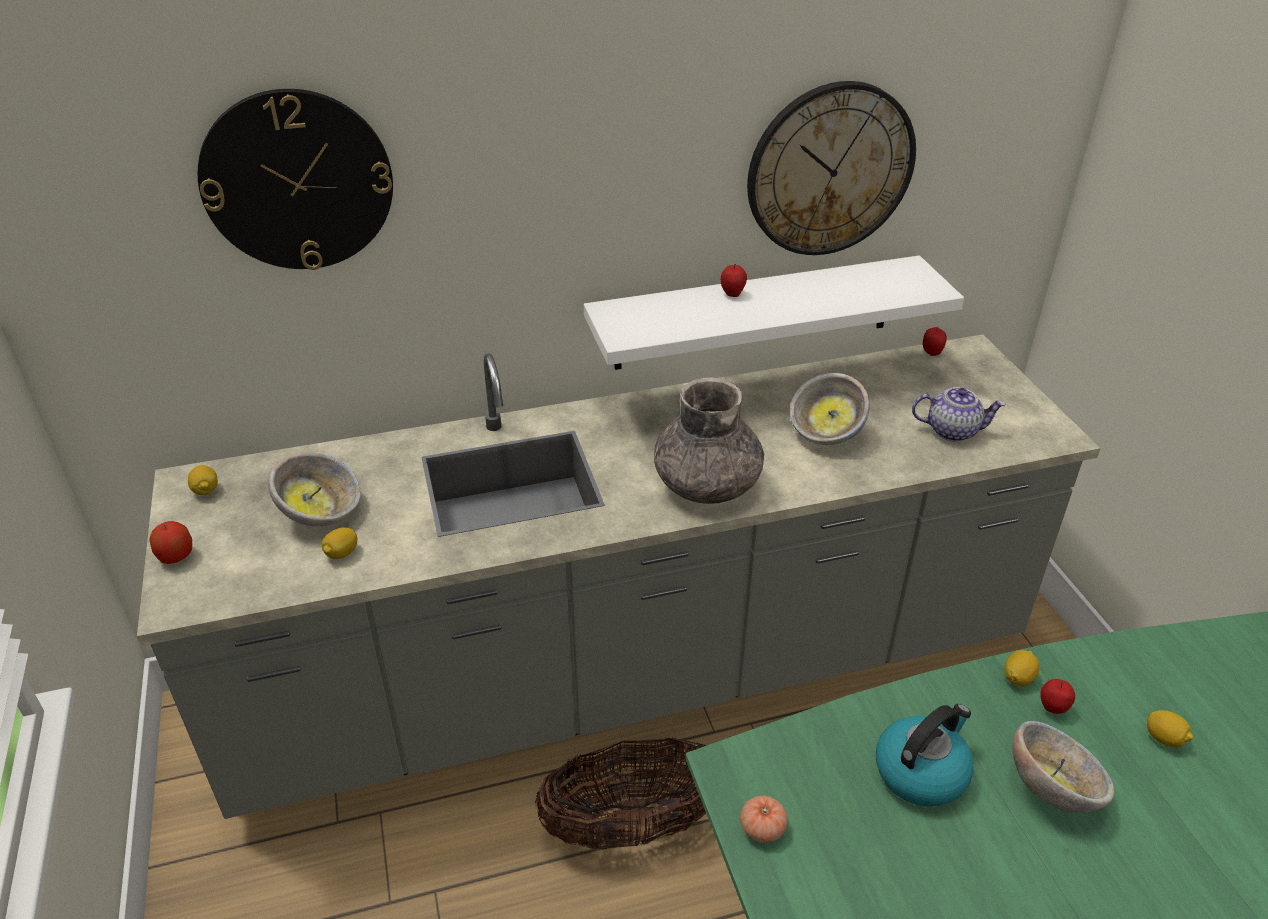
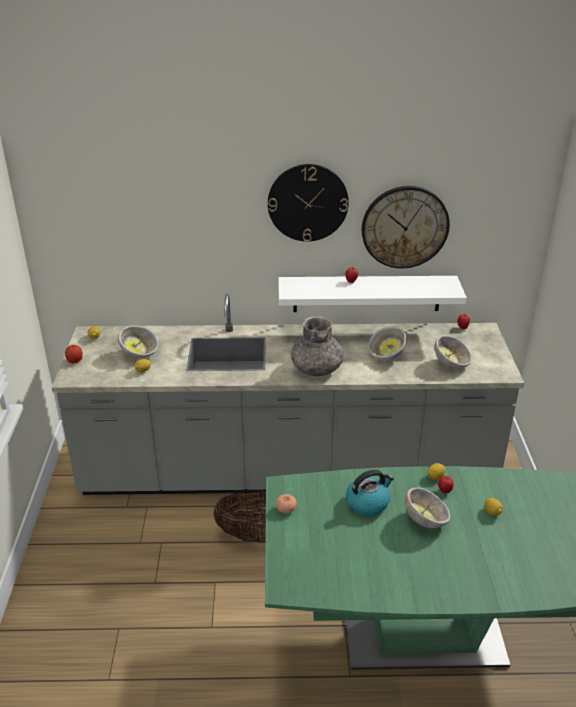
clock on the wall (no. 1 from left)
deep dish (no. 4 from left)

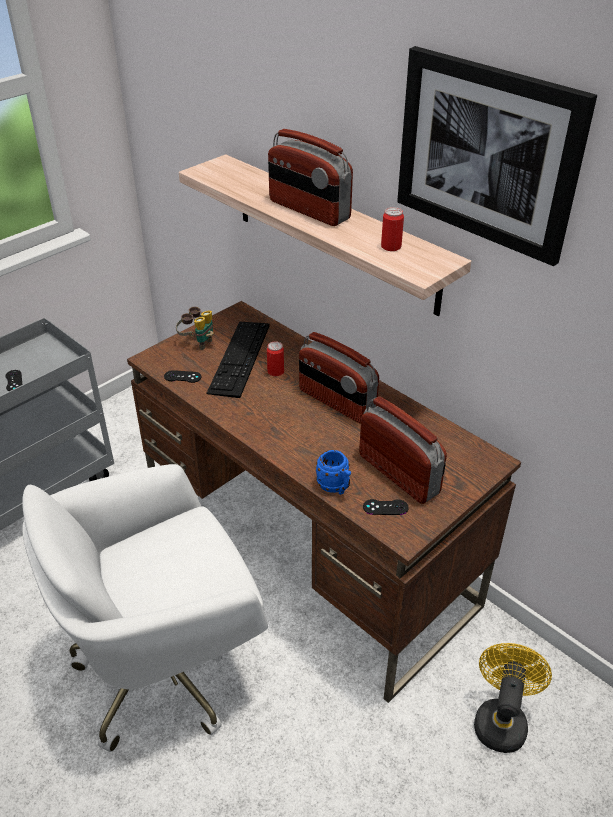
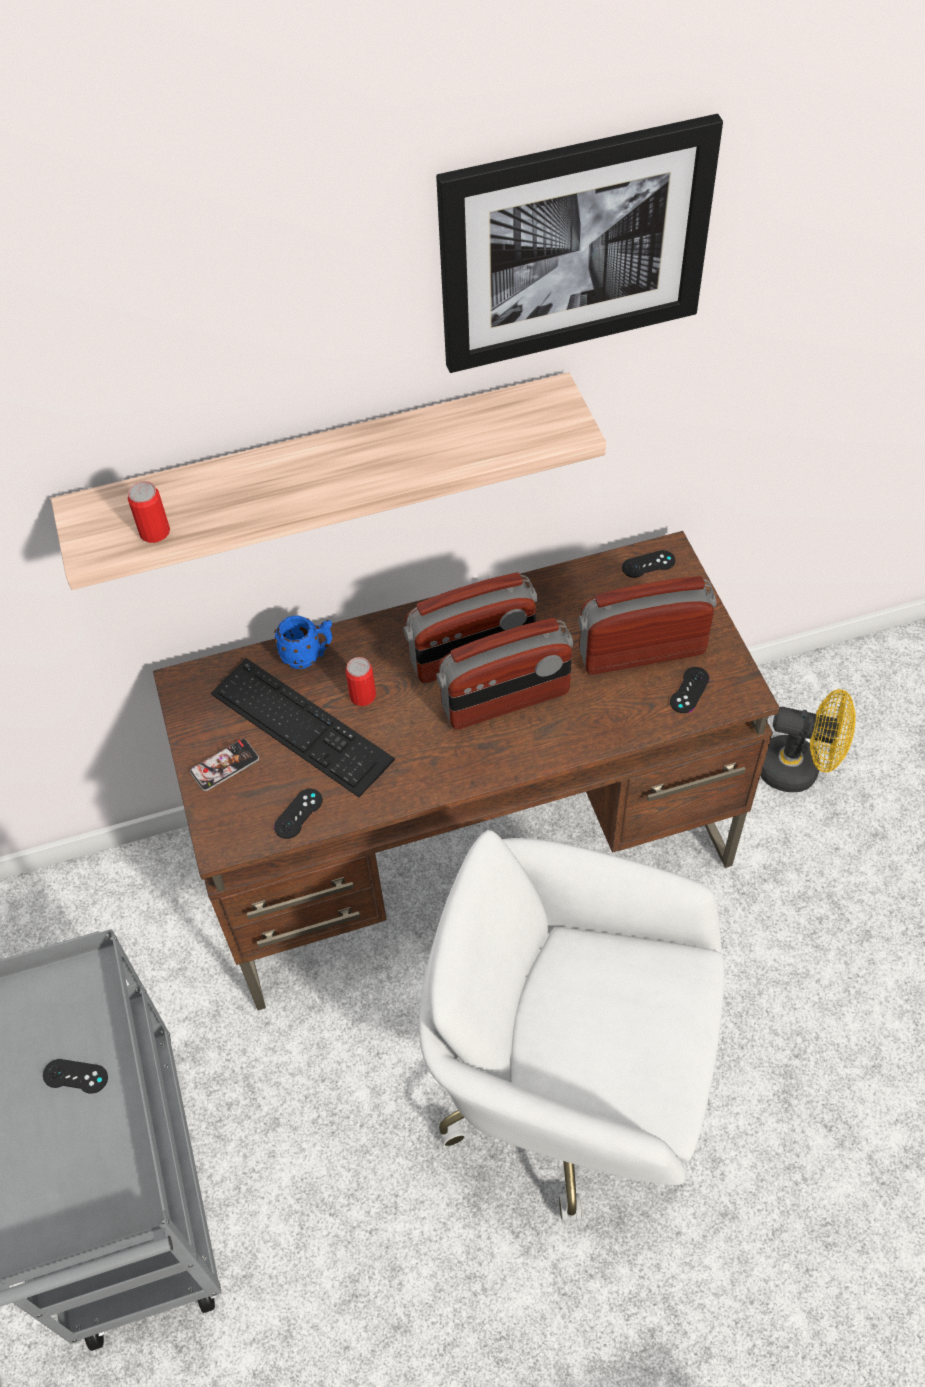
office chair (whitish)
telephone
radio set (no. 2 from left)
mug (blue)
can (no. 1 from left)
cooling fan (yellowish)
joypad (blackish) (no. 3 from left)

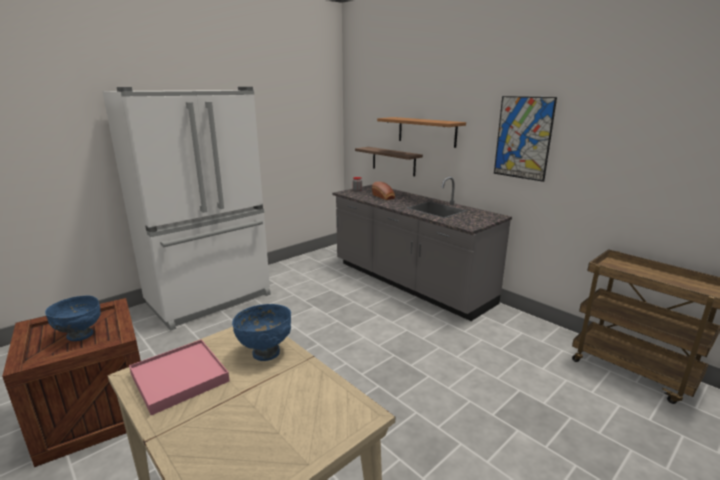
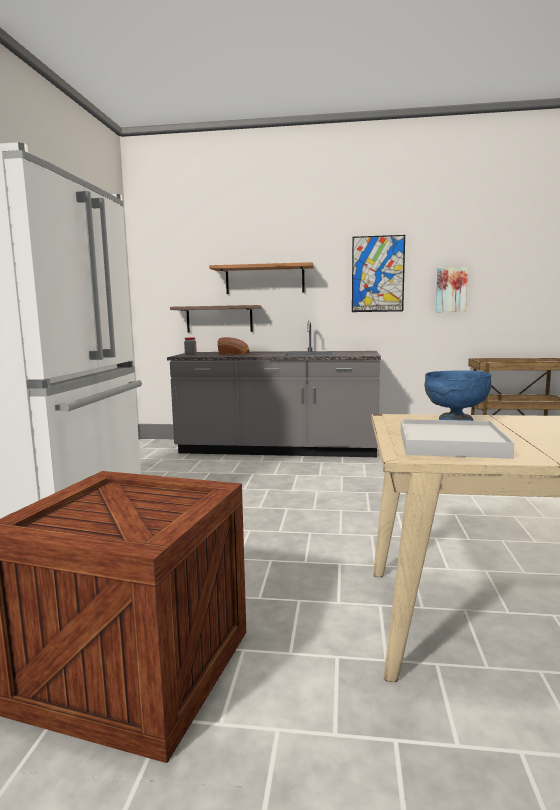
deep dish (blue) (no. 1 from left in the first image)
carrying tray (whitish)
wall art (no. 2 from left)

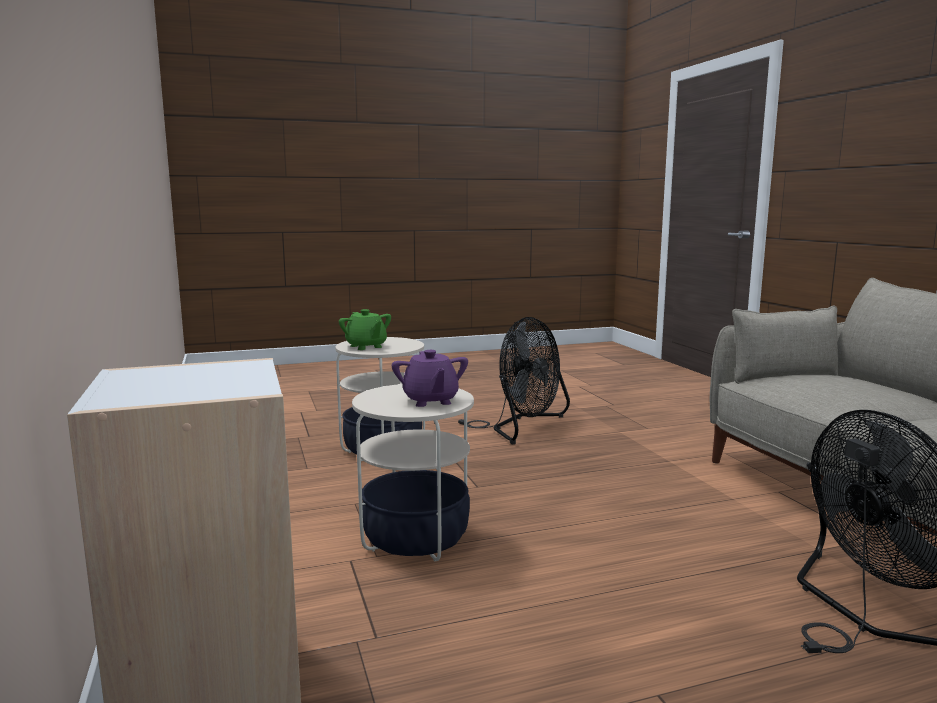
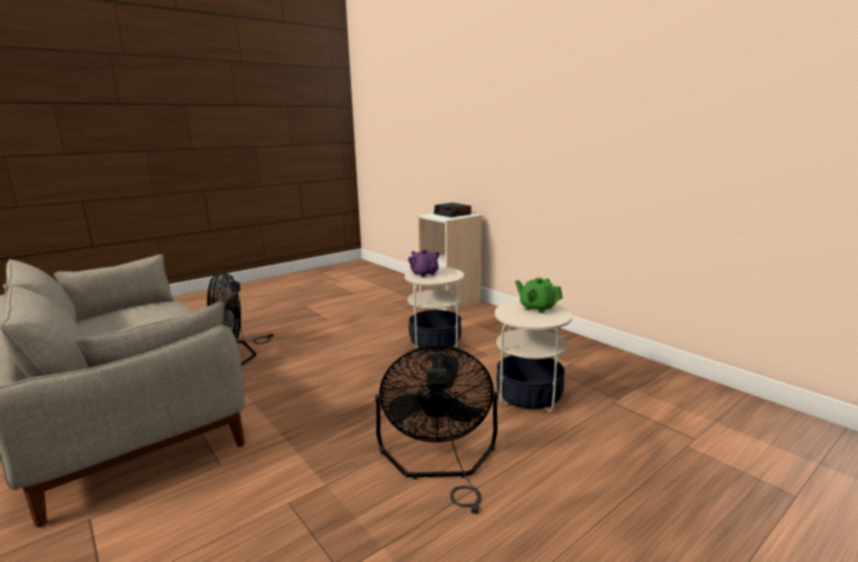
cooling fan (blackish) (no. 2 from left)
table clock

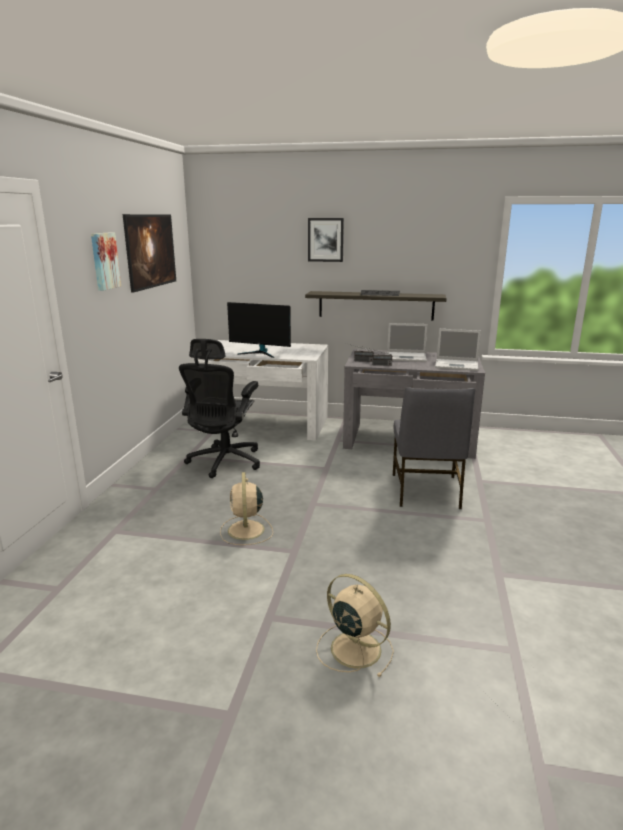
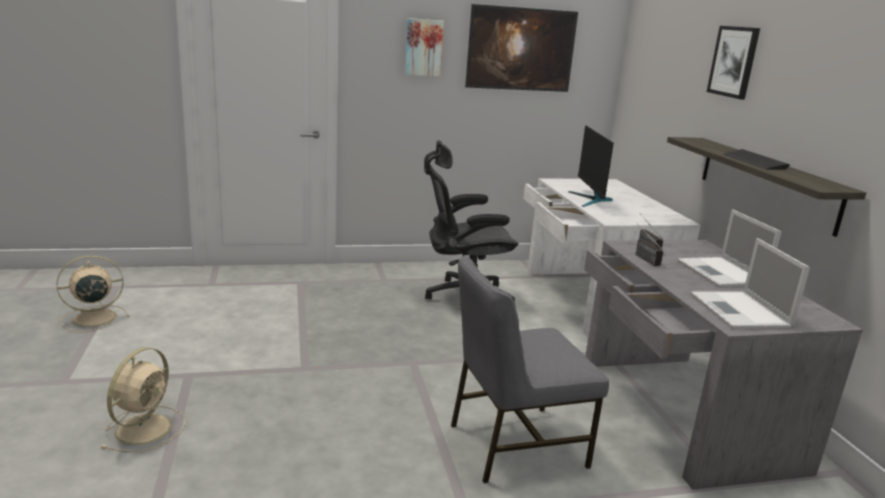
cooling fan (beige-coloured) (no. 1 from left)

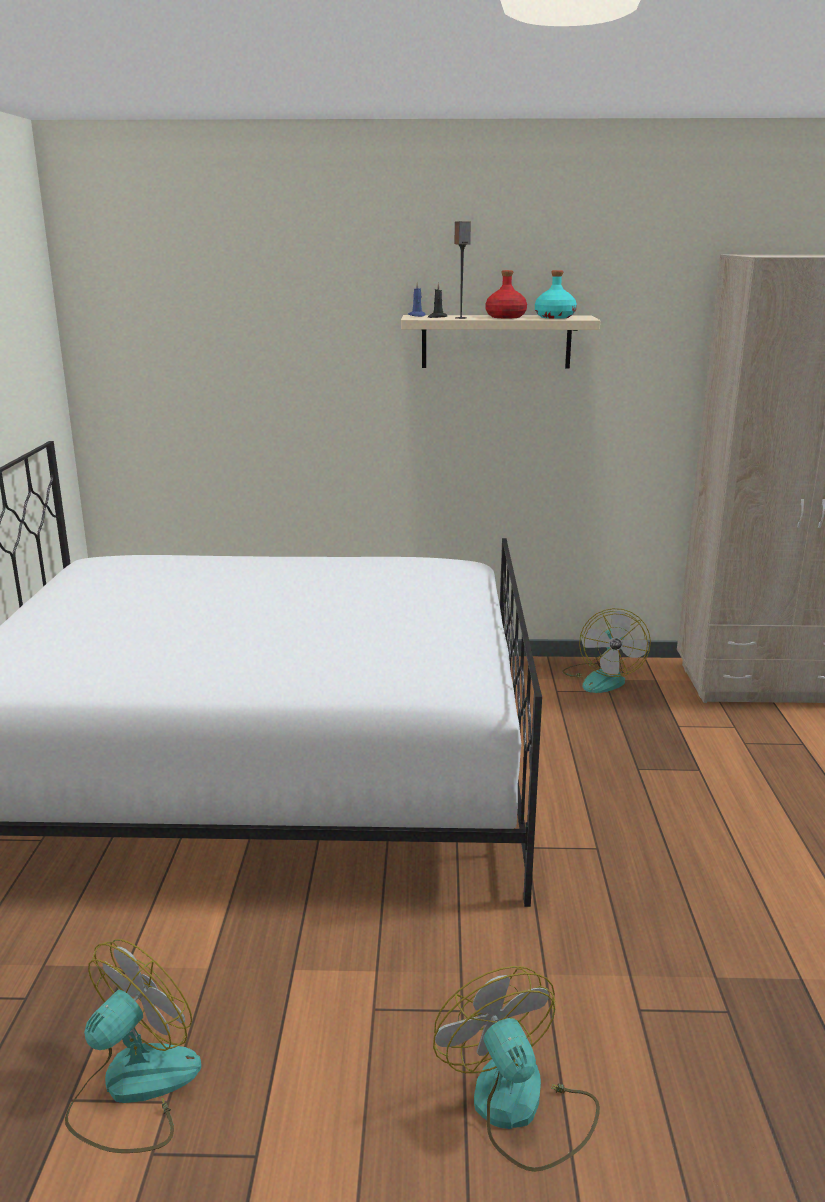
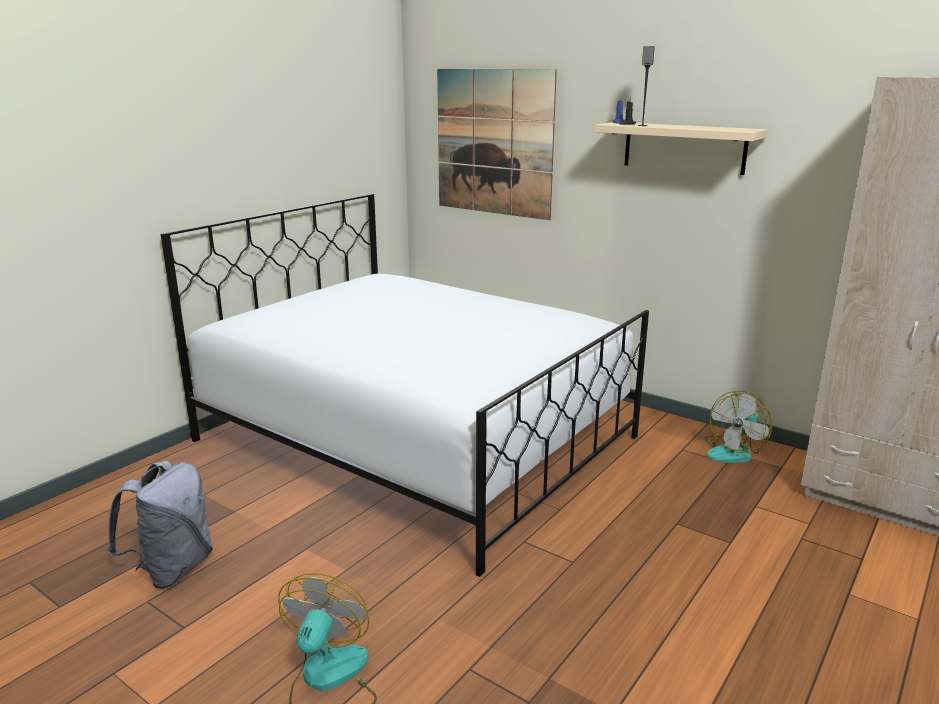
rucksack (greyish)
bottle (red-coloured)
bottle (blue-green)
wall art

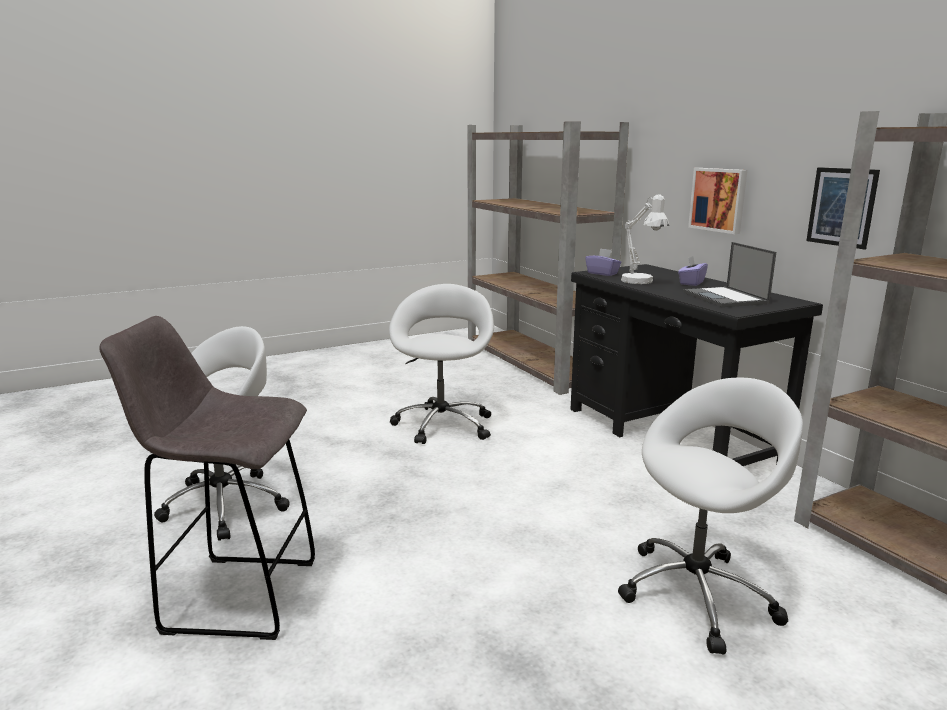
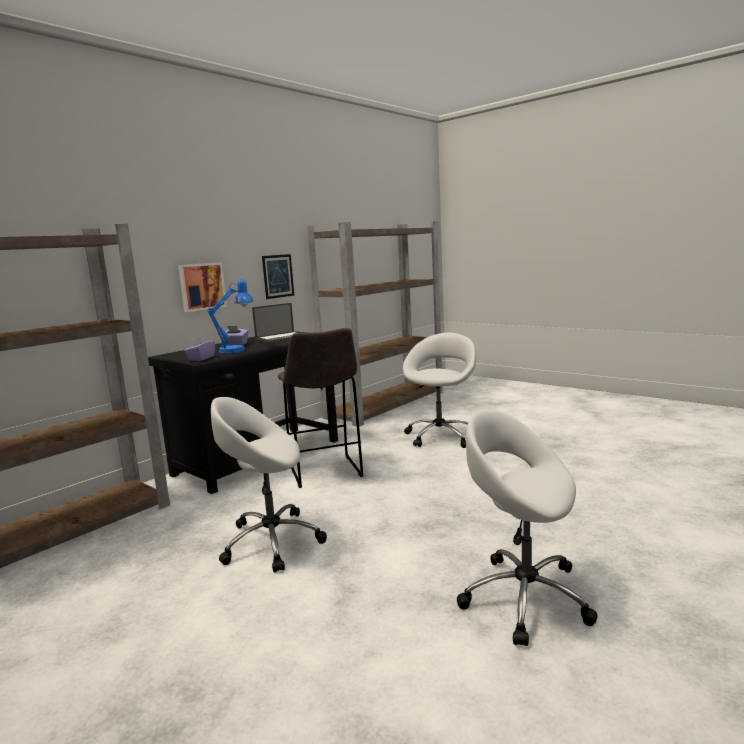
sitting stool (greyish)
office chair (whitish) (no. 2 from left)
lamp for a table (blue)

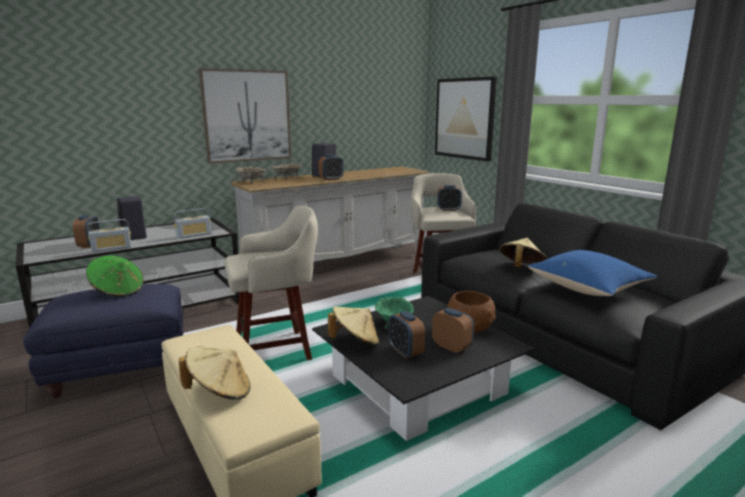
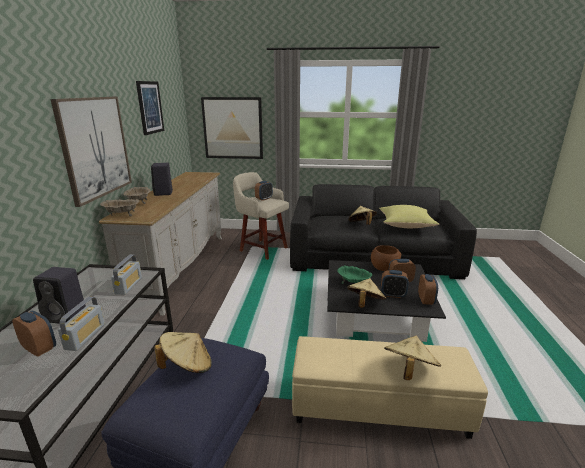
wearable hat (beige-coloured) (no. 1 from left)
sitting stool (beige-coloured) (no. 1 from left in the first image)
table clock (no. 5 from left)
cushion (yellowish)
wall art (no. 2 from left)

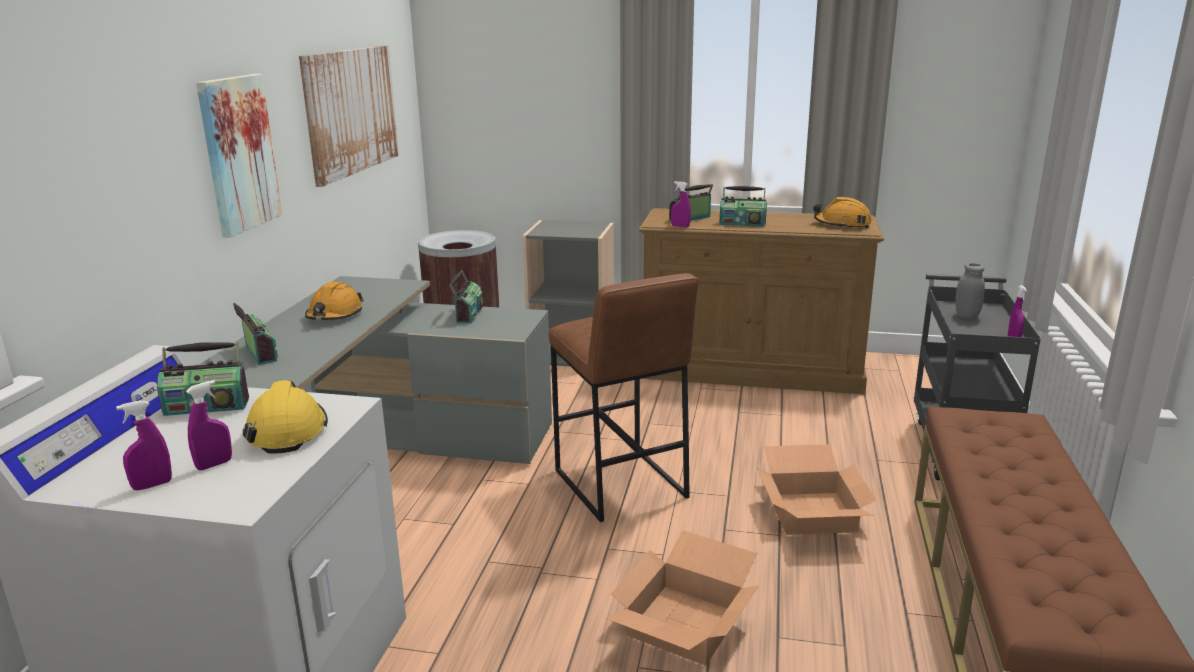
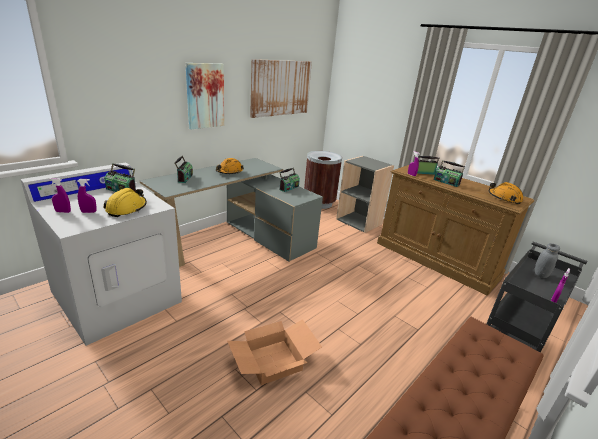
sitting stool (brownish)
packing box (no. 2 from left in the first image)

